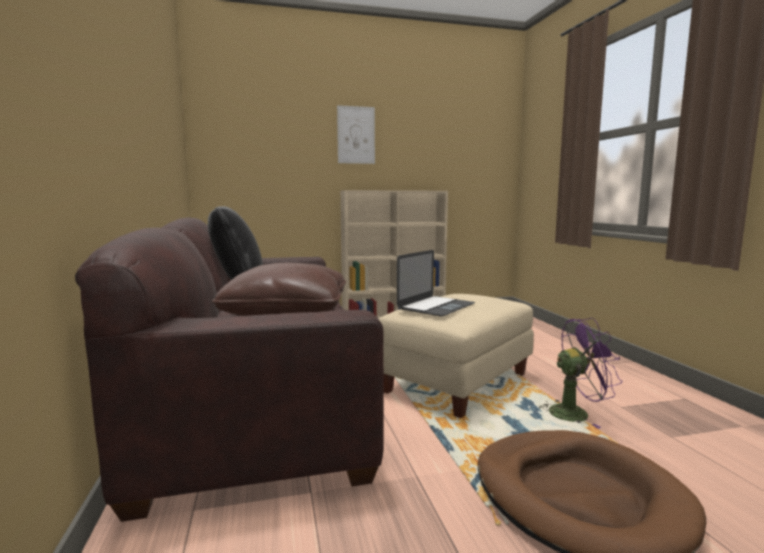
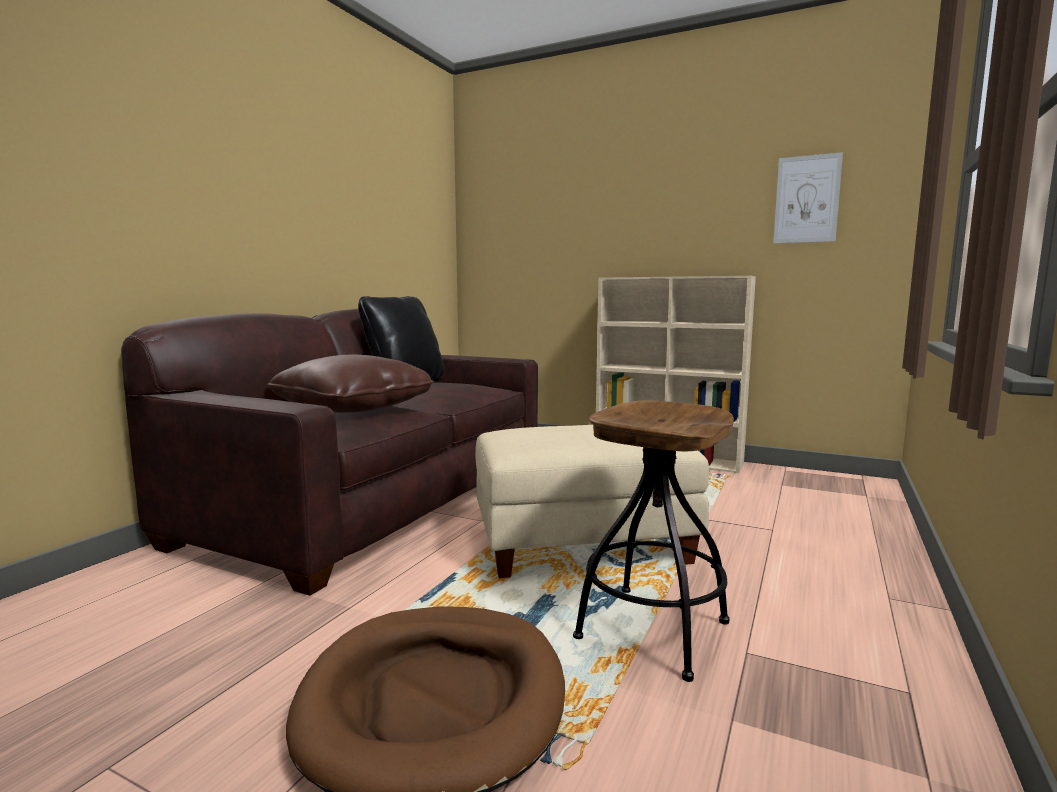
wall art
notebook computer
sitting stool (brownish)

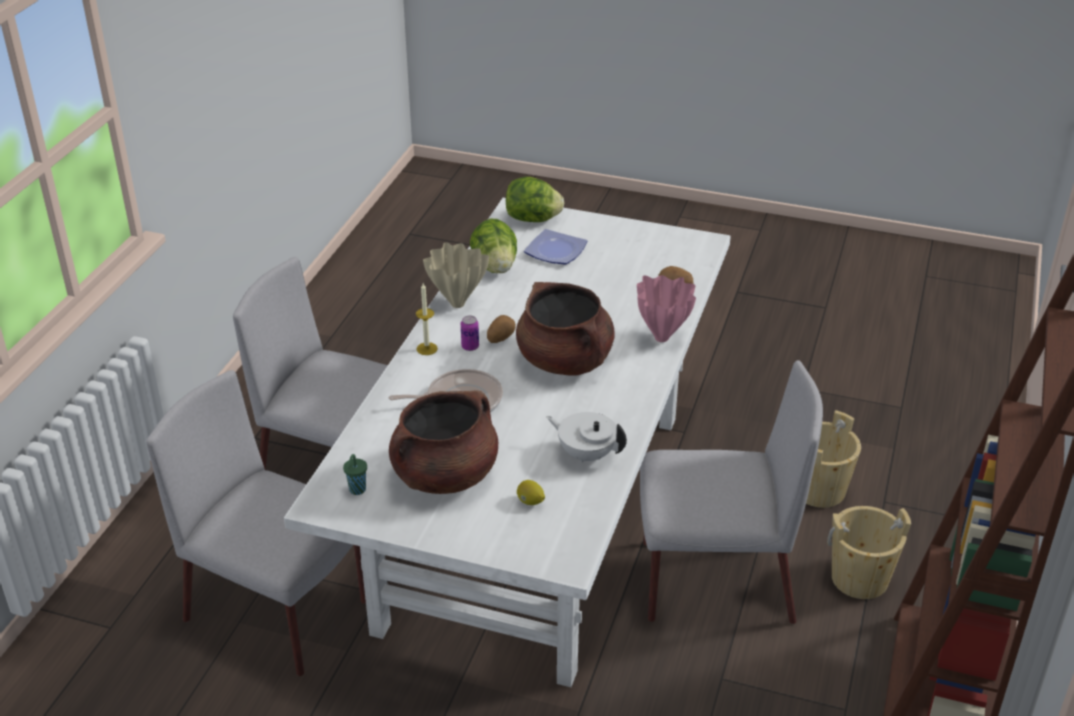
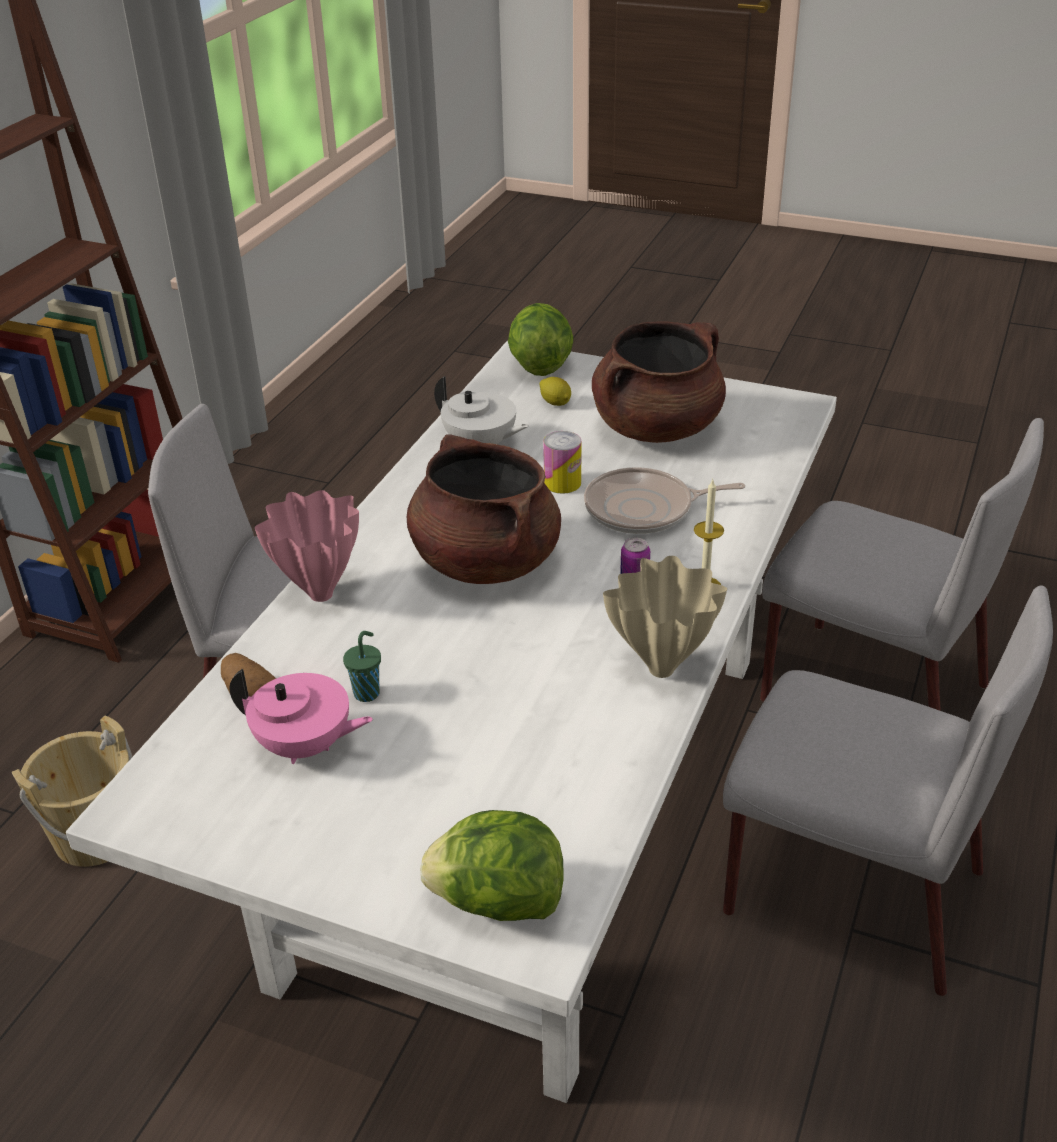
drinking cup (green-coloured)
lettuce (no. 2 from left)
whole potato (no. 1 from left in the first image)
flat dish
water bucket (beige-coloured) (no. 2 from left in the first image)
tea pot (pinkish)
can (no. 1 from left)

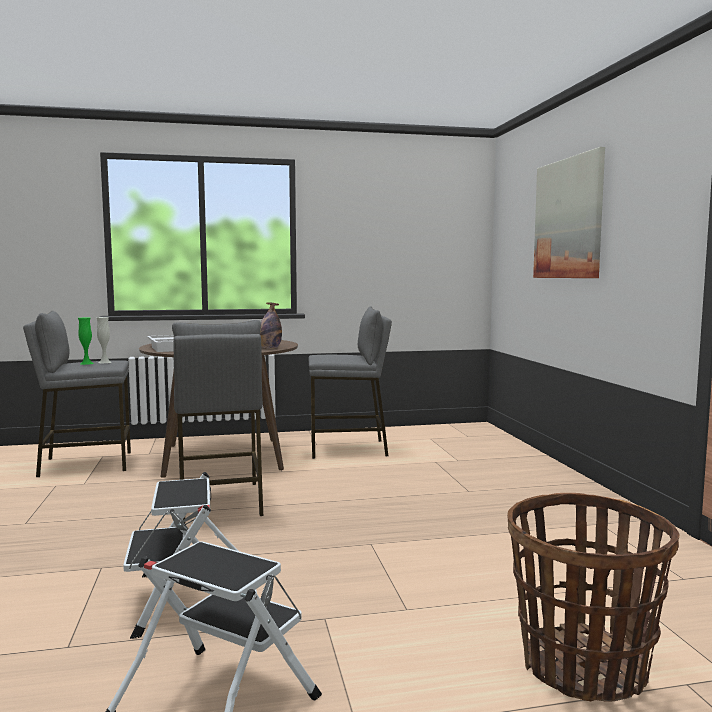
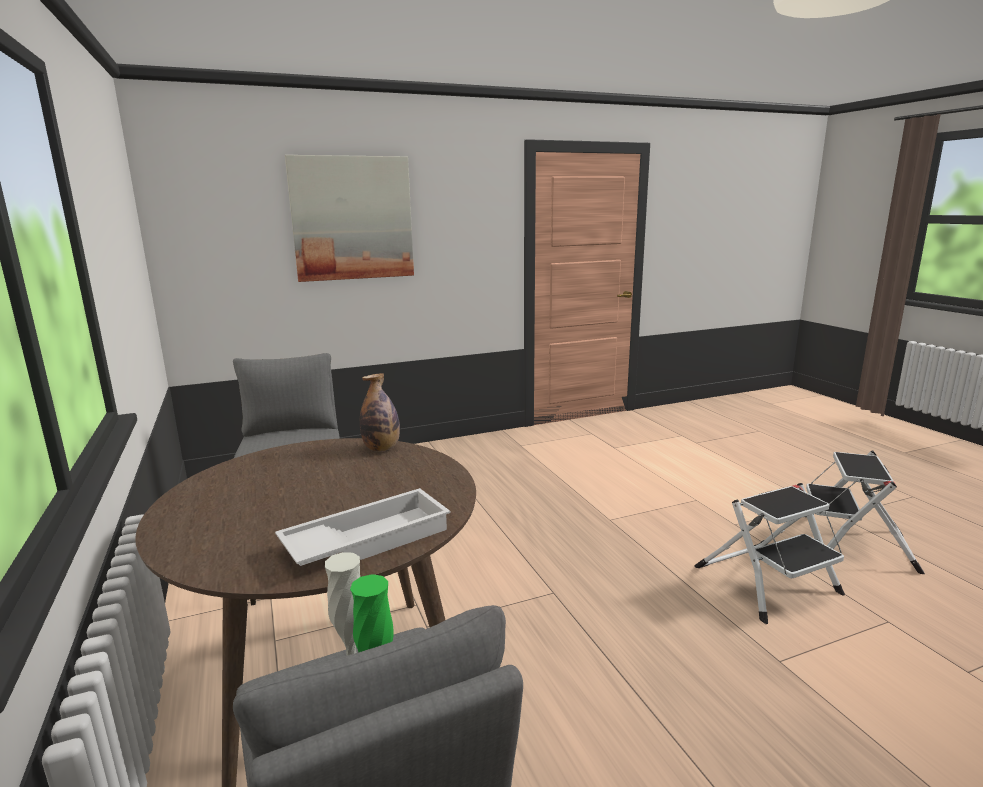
sitting stool (greyish) (no. 2 from left in the first image)
storage basket

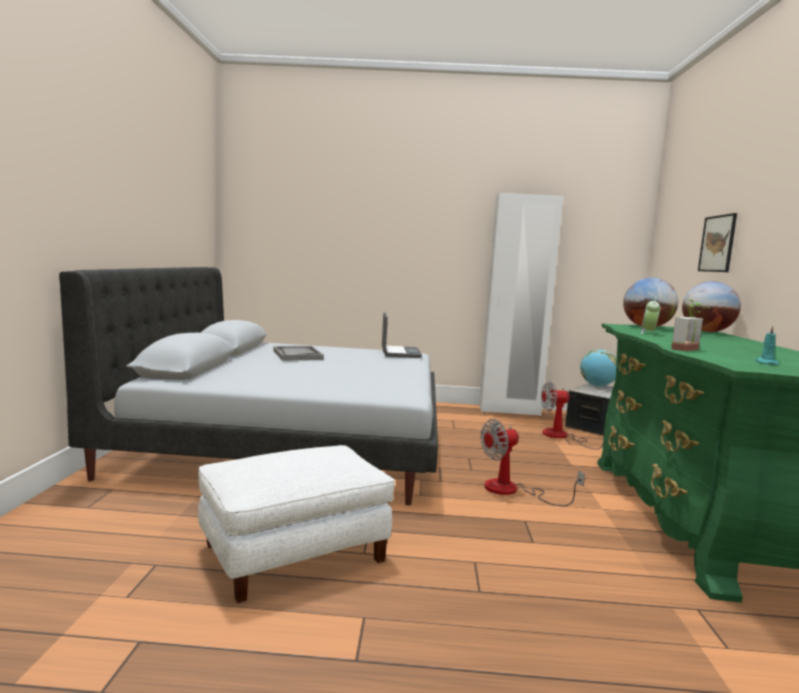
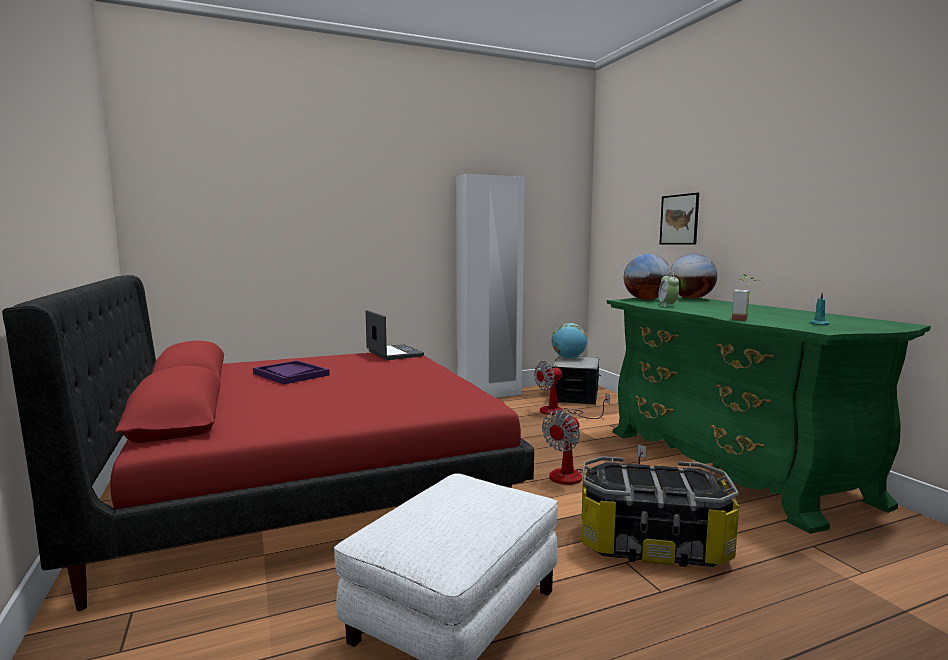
bed (red-coloured)
carrying tray (purplish)
storage container (no. 2 from left)

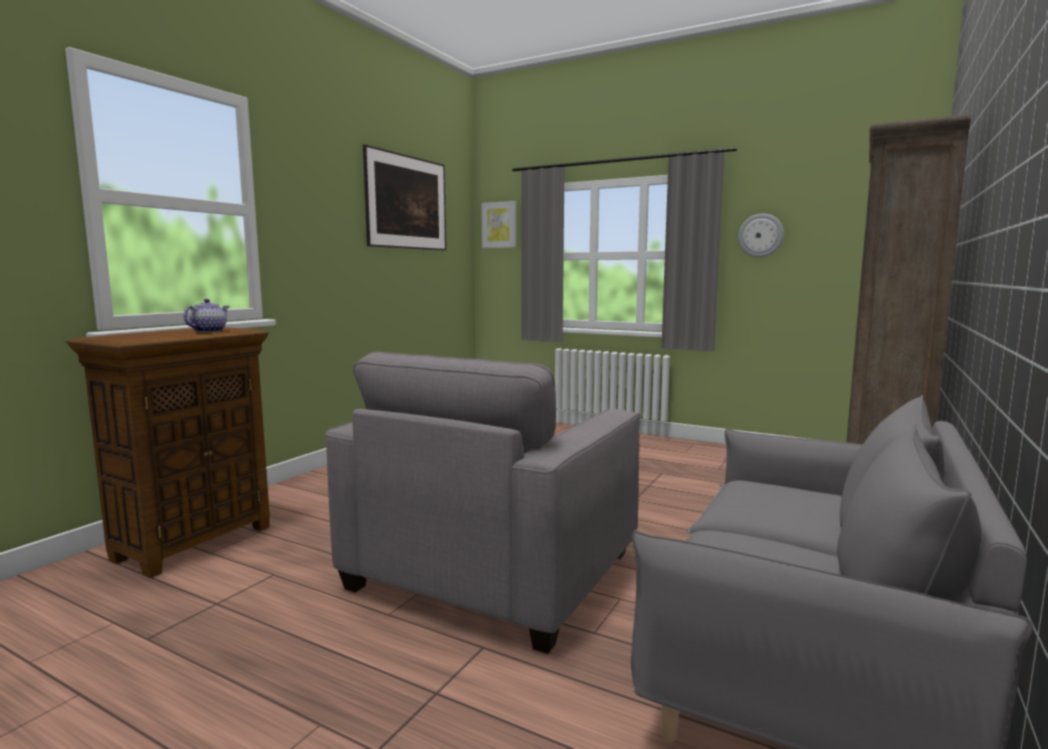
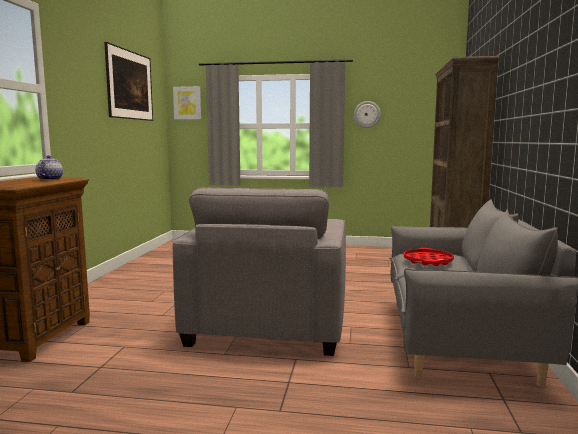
carrying tray (red-coloured)

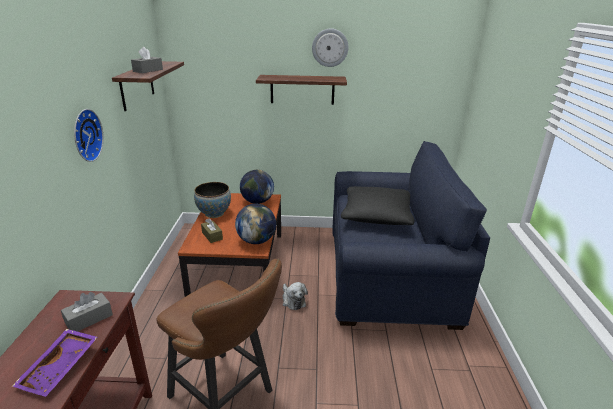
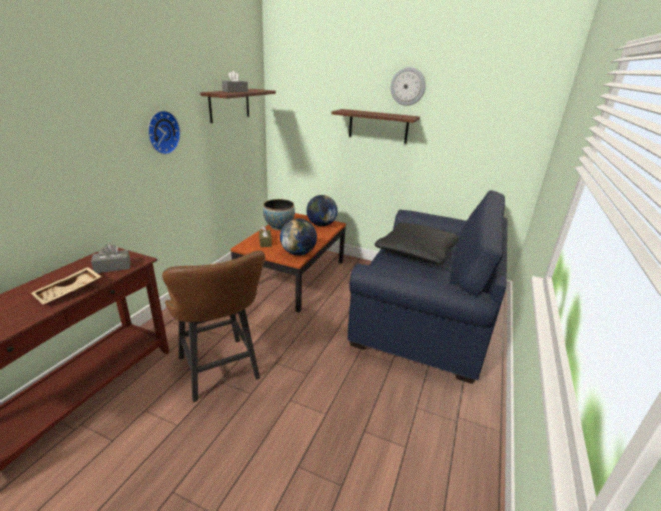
carrying tray (beige-coloured)
soft toy

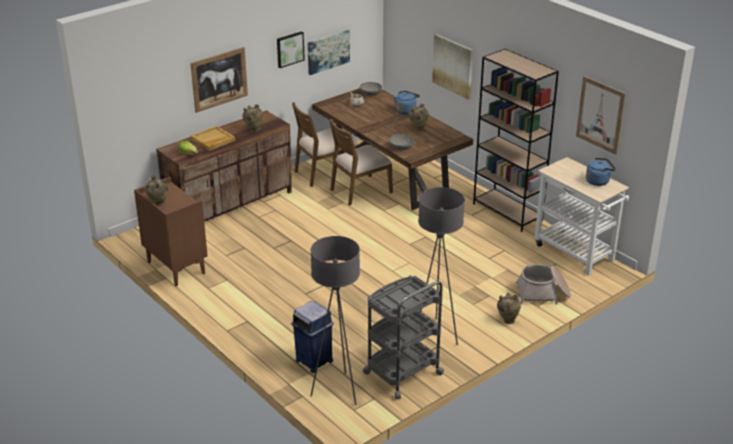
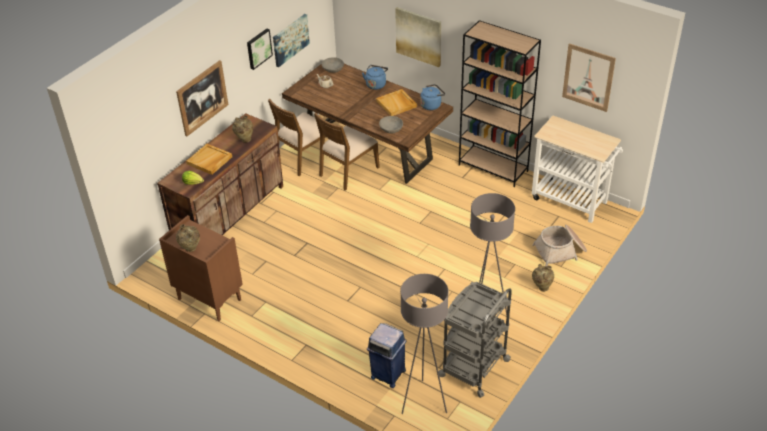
carrying tray (beige-coloured) (no. 2 from left)
tea kettle (blue) (no. 2 from left)

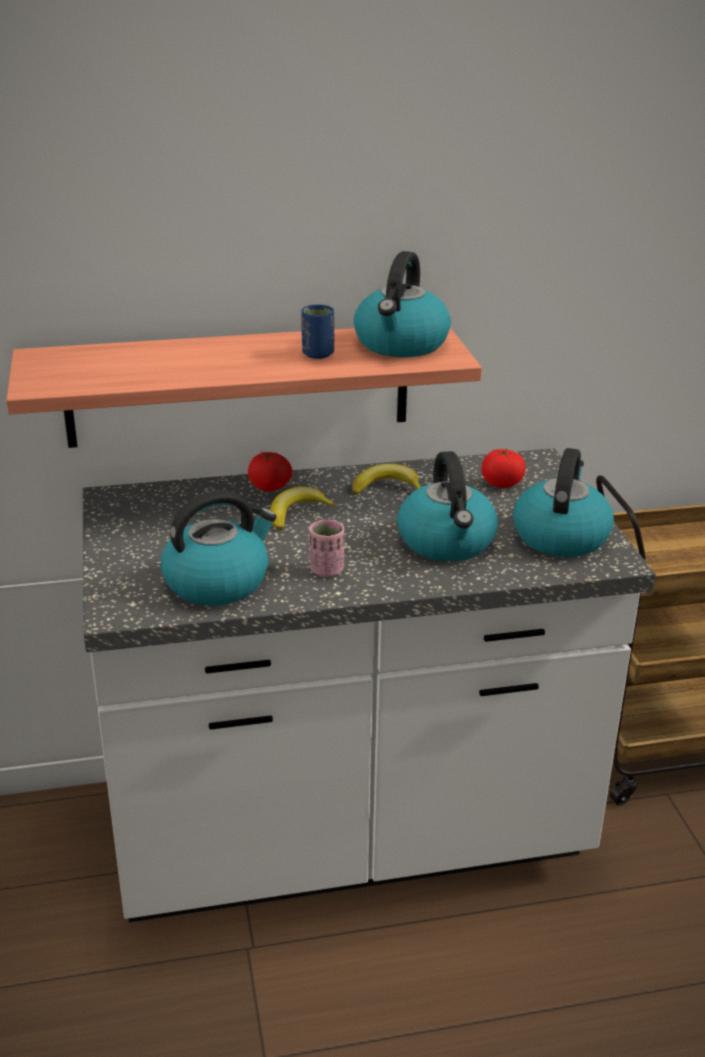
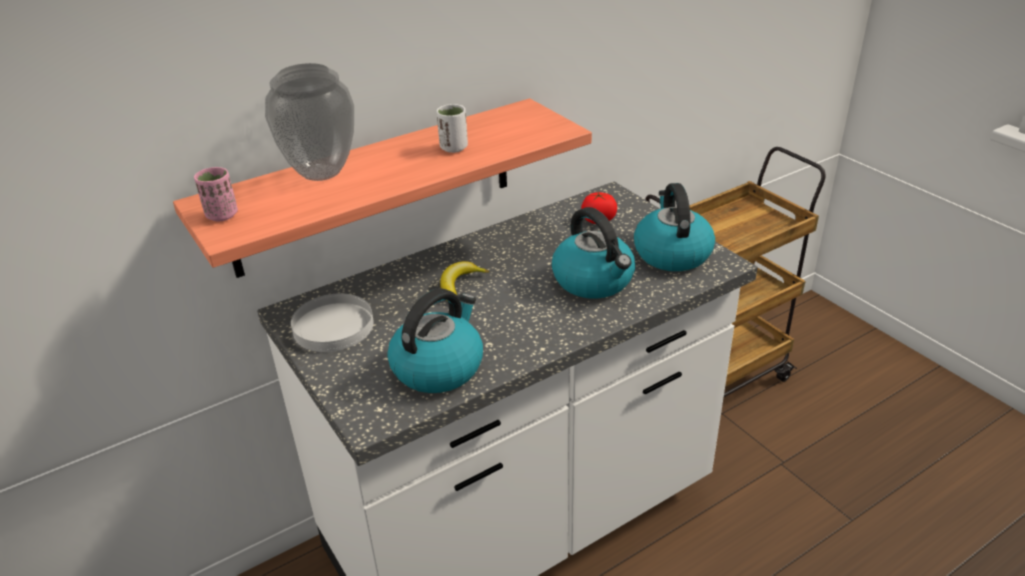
fresh tomato (no. 1 from left in the first image)
drinking cup (whitish)
drinking cup (pinkish)
banana fruit (no. 2 from left in the first image)
tea kettle (no. 2 from left in the first image)
decorative vase
flat dish (whitish)

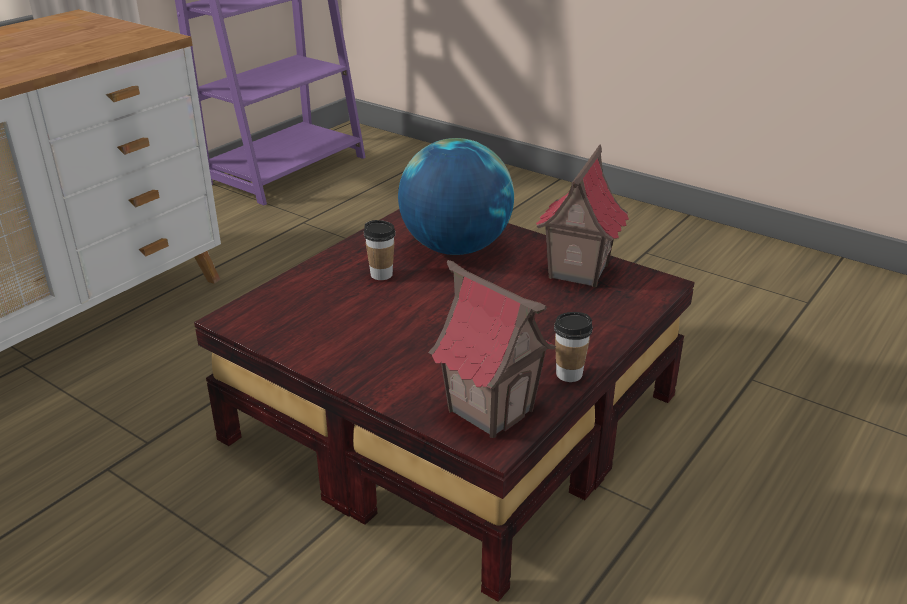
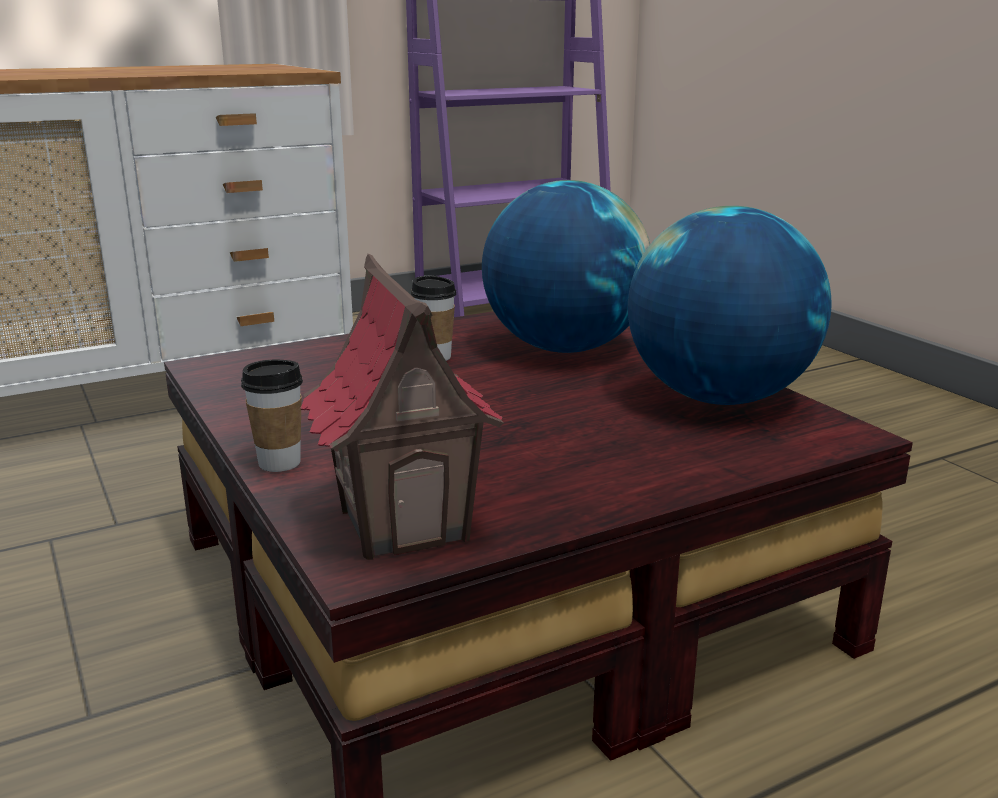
globe (no. 2 from left)
drinking cup (no. 1 from left)

